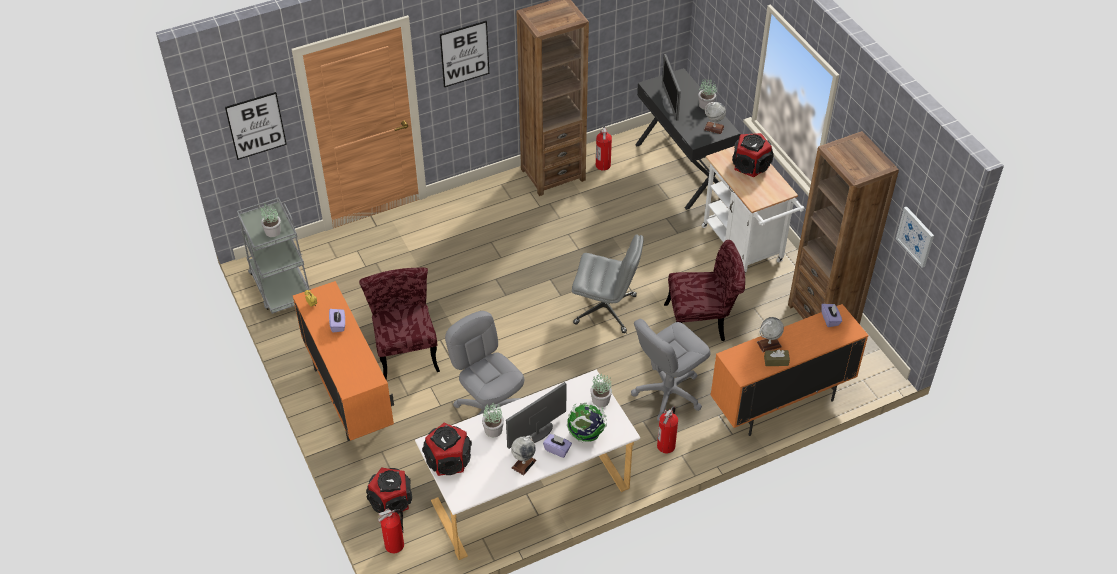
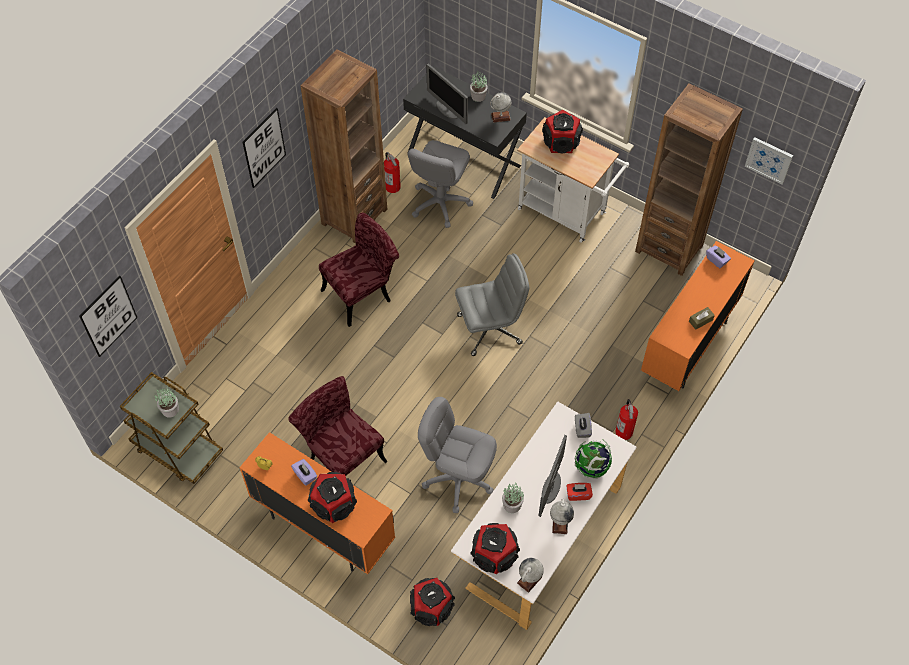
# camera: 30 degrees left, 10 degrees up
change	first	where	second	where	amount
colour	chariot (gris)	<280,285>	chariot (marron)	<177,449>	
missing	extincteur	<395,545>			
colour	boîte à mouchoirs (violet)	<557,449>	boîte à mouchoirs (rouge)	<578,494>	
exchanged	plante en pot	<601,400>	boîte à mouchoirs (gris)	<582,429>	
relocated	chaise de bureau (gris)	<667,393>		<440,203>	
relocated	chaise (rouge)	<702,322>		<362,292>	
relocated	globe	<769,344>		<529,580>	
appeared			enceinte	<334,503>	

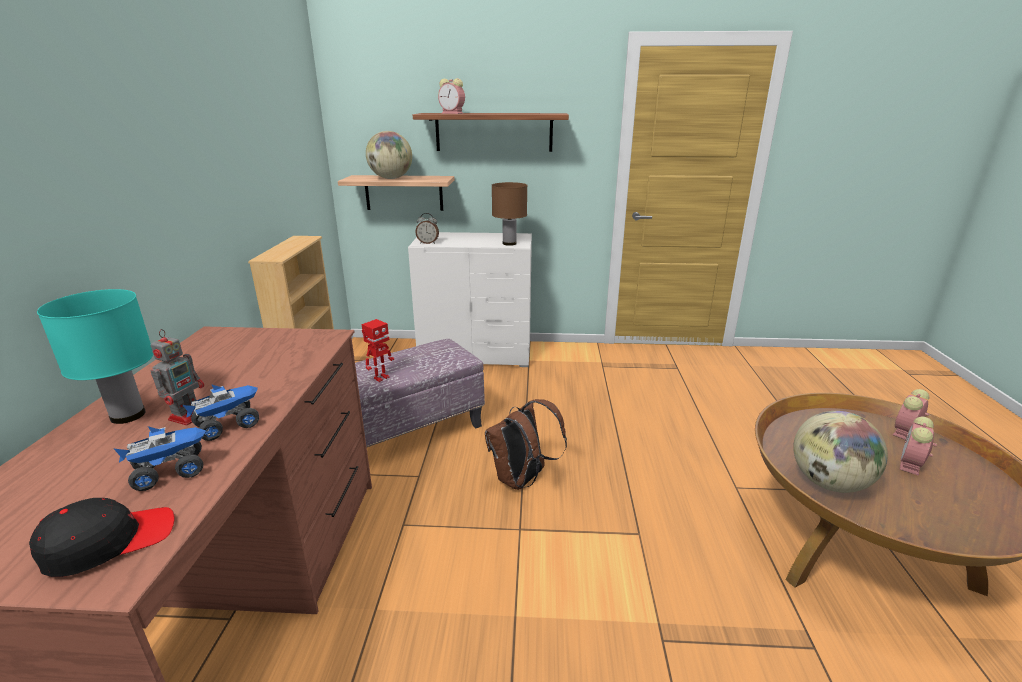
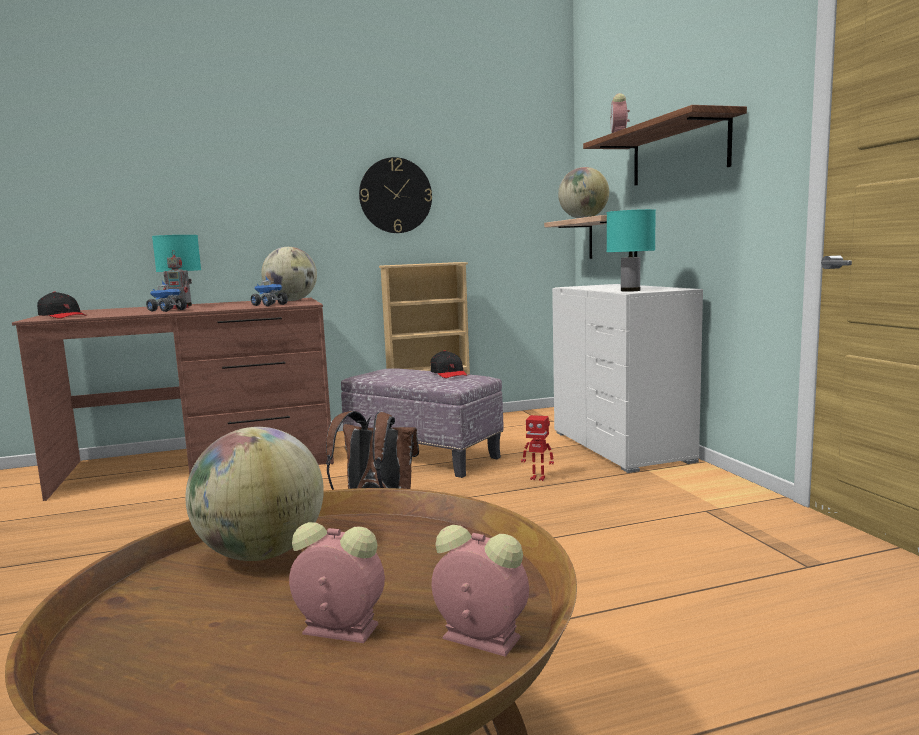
# camera: 70 degrees right, 15 degrees down
change	first	where	second	where	amount
relocated	camion jouet	<171,471>		<270,305>	
relocated	robot jouet	<381,378>		<538,478>	
missing	réveil	<428,243>			
colour	lampe de table (marron)	<509,243>	lampe de table (turquoise)	<629,290>	
appeared			globe	<291,300>	
appeared			horloge murale	<395,195>	
appeared			casquette (noir)	<449,373>	

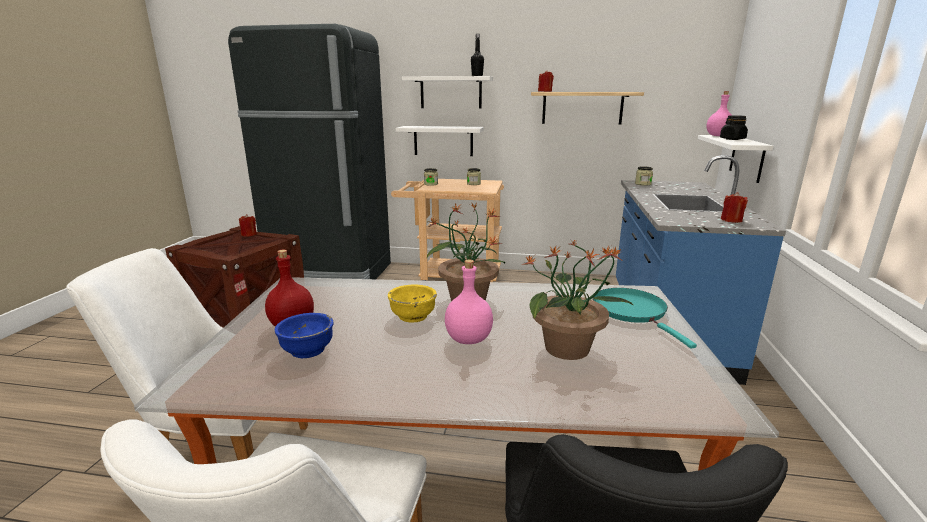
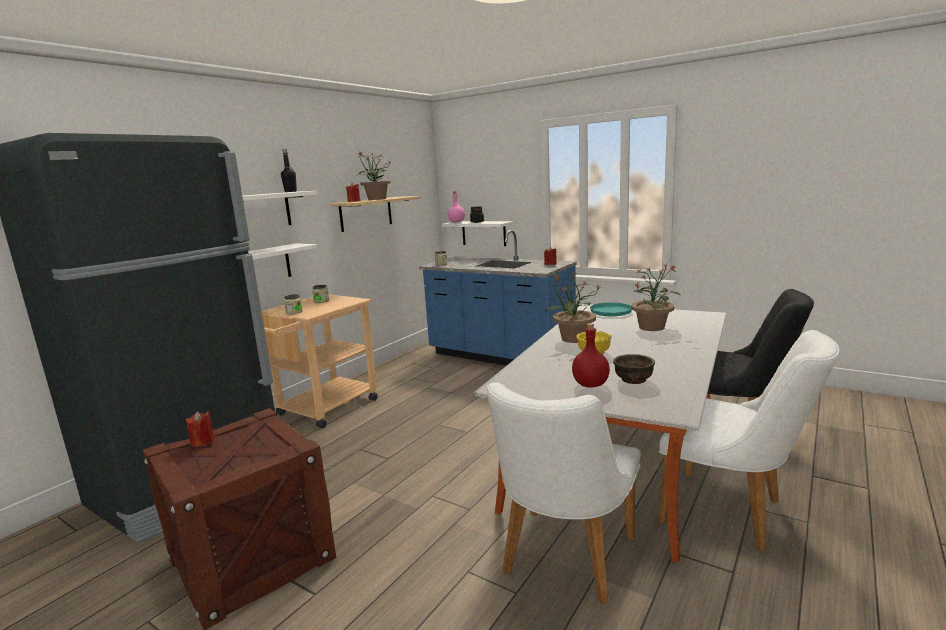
# camera: 65 degrees left, 5 degrees down
change	first	where	second	where	amount
colour	bol (bleu)	<307,350>	bol (marron)	<634,380>	
missing	bouteille (rose)	<468,339>			
appeared			plante en pot	<376,199>	

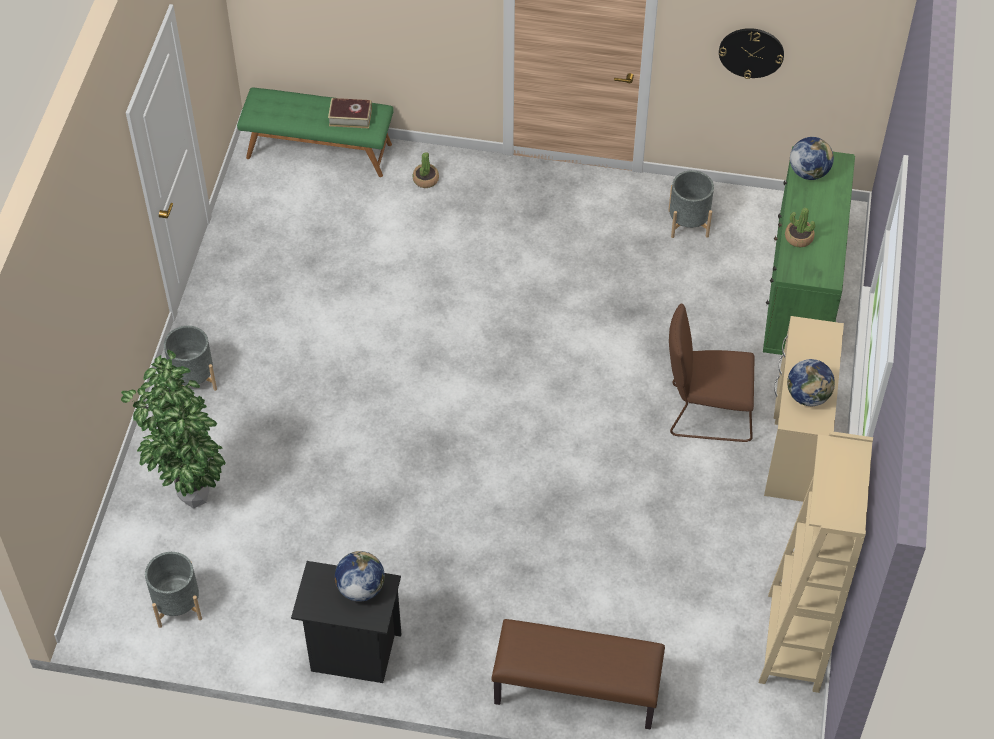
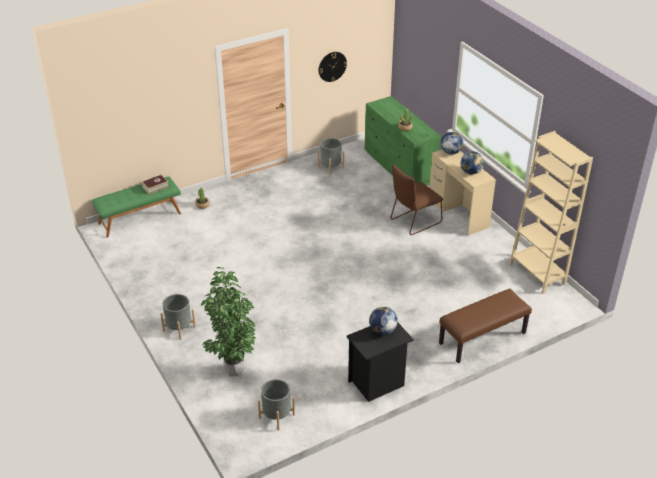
# camera: 40 degrees left, 15 degrees down
change	first	where	second	where	amount
relocated	globe	<808,172>		<450,152>	

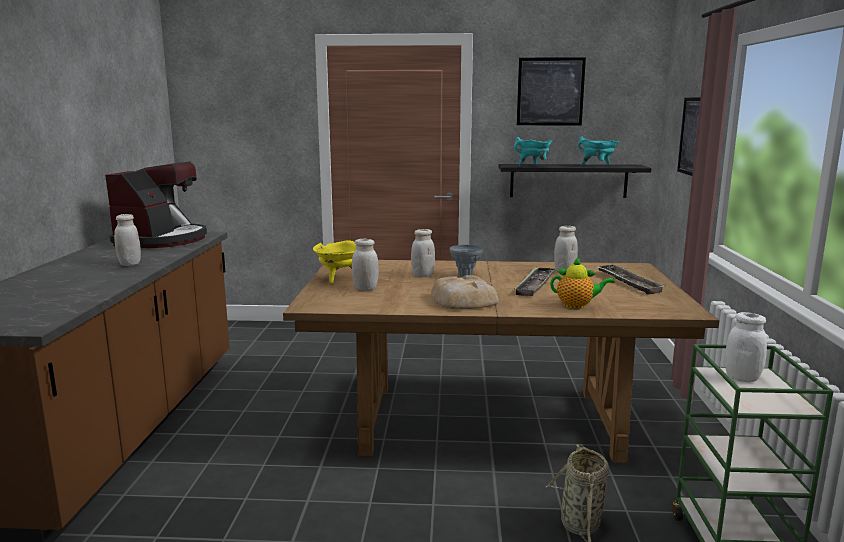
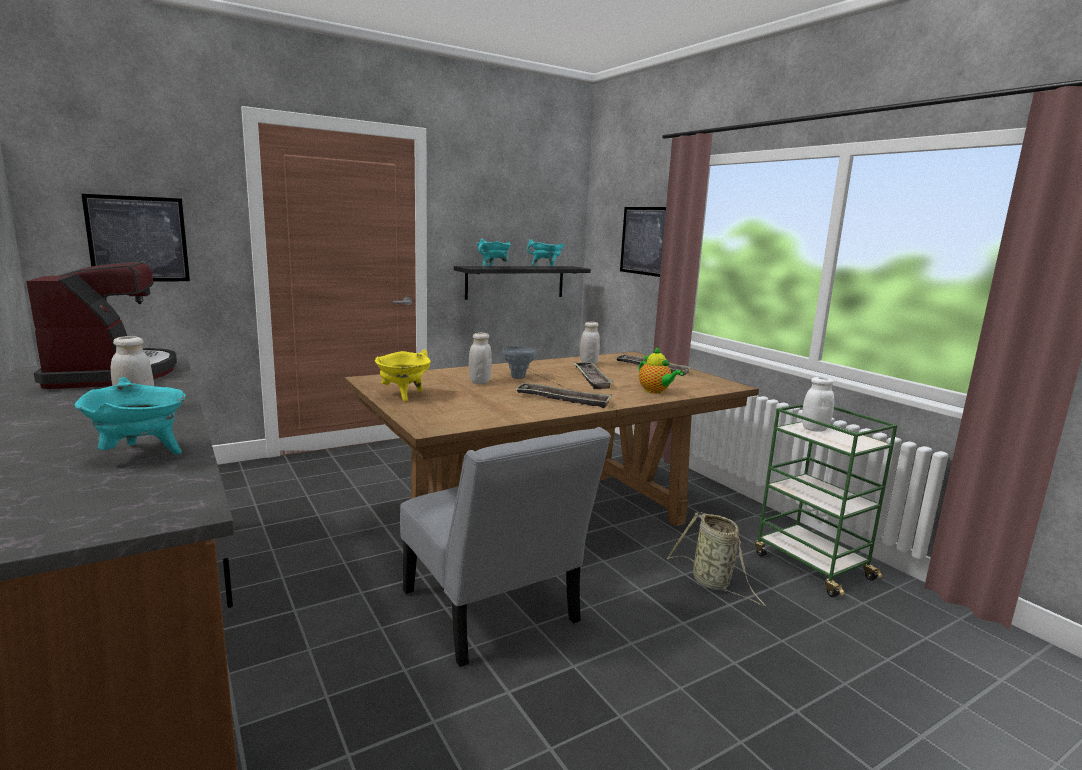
# camera: 35 degrees left, 0 degrees up
change	first	where	second	where	amount
missing	bocal (blanc)	<365,288>			
exchanged	pain	<463,300>	plateau	<563,400>	
relocated	tableau	<550,91>		<138,239>	
spun	théière	<577,306>		<655,391>	75 degrees clockwise
appeared			marmite (turquoise)	<141,455>	
appeared			chaise (gris)	<493,612>	

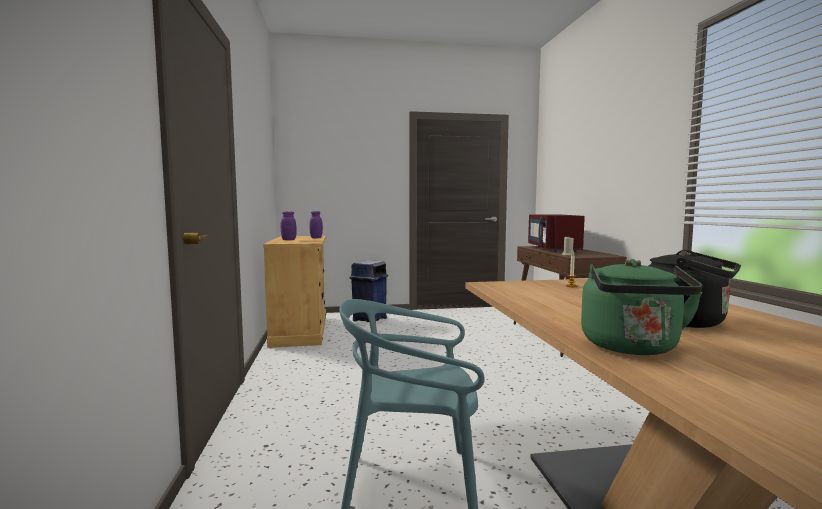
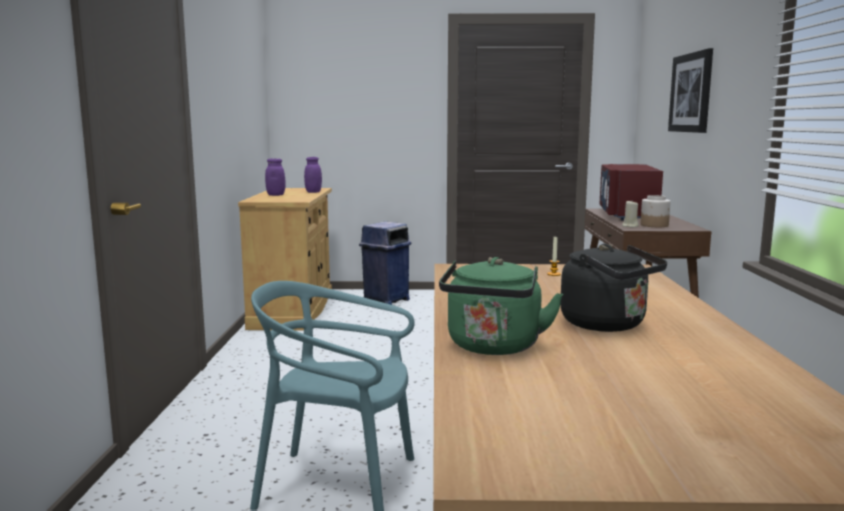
# camera: 10 degrees right, 5 degrees up
change	first	where	second	where	amount
appeared			bocal	<654,225>	
appeared			tableau	<691,93>	

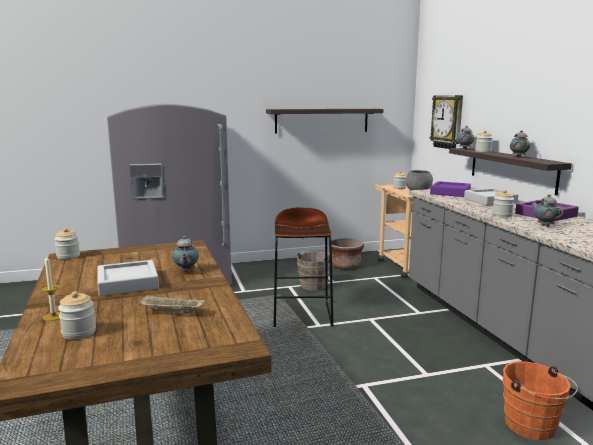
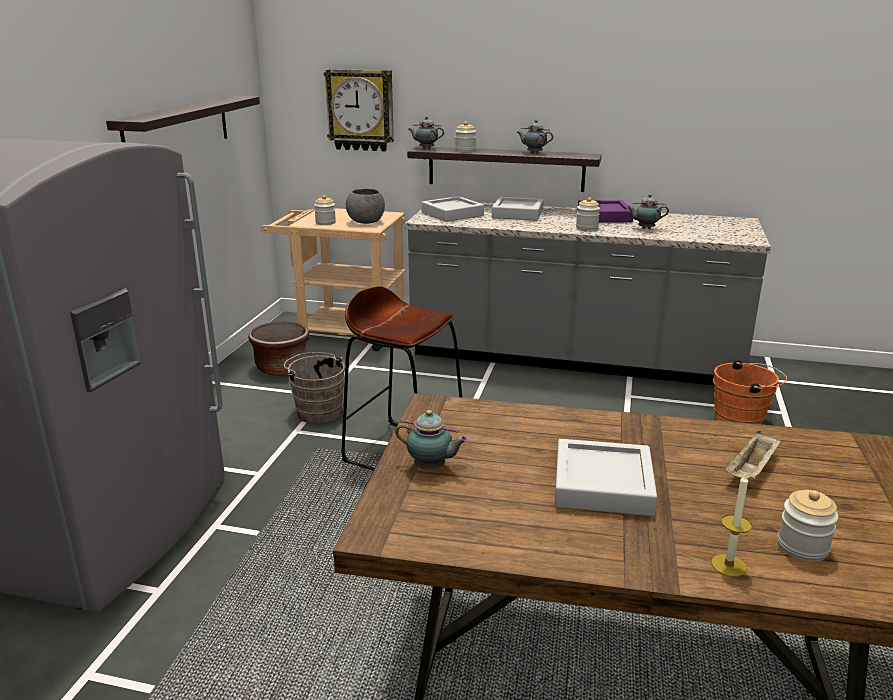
# camera: 60 degrees left, 10 degrees up
change	first	where	second	where	amount
missing	bocal	<68,256>			
relocated	théière	<186,271>		<431,468>	
colour	plateau (violet)	<450,193>	plateau (gris)	<452,214>	

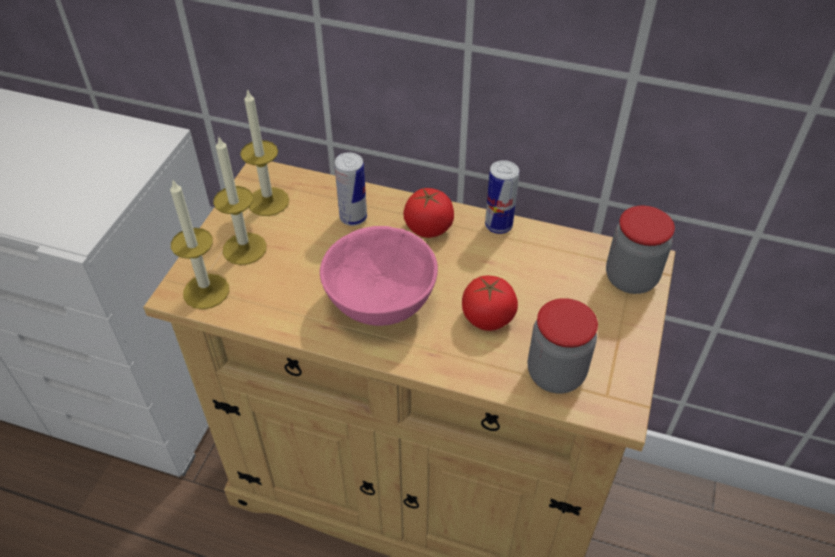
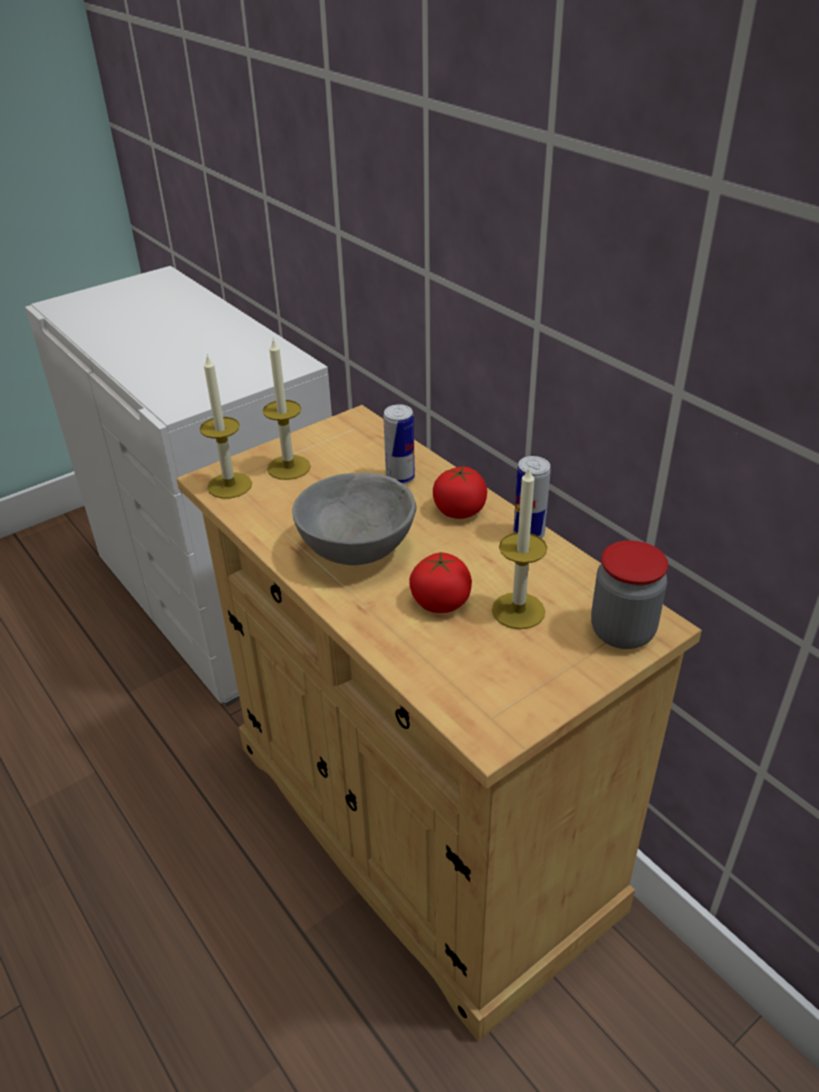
# camera: 35 degrees right, 10 degrees down
change	first	where	second	where	amount
relocated	bougie	<268,201>		<518,610>	
colour	bol (rose)	<379,302>	bol (gris)	<355,549>	
missing	bocal	<555,374>			

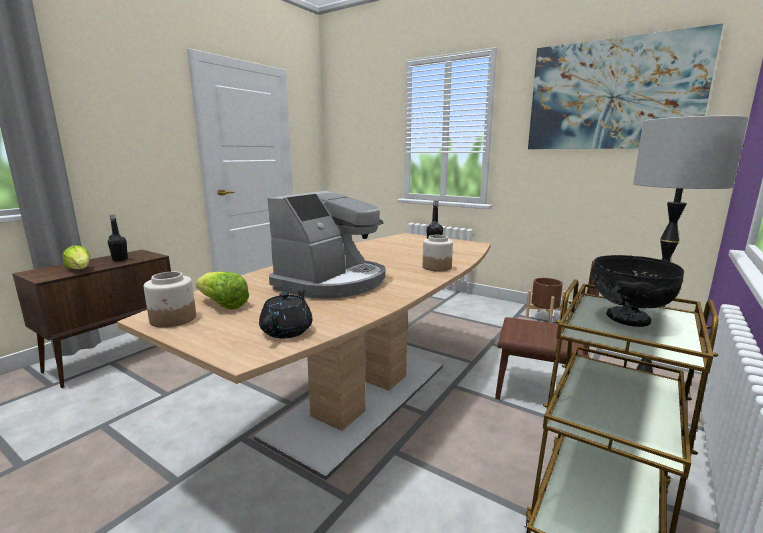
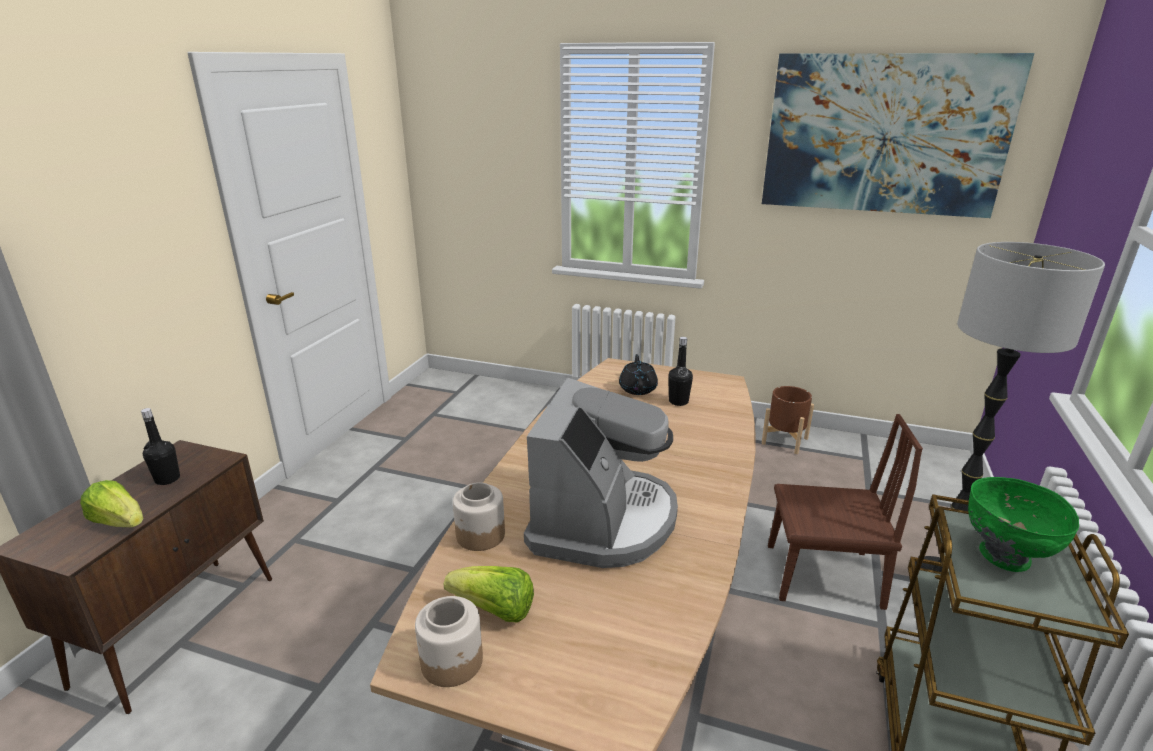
# camera: 15 degrees left, 10 degrees up
change	first	where	second	where	amount
relocated	théière (noir)	<287,330>		<638,388>	
relocated	bocal	<436,267>		<480,535>	
colour	bol (noir)	<627,319>	bol (vert)	<1004,557>	

